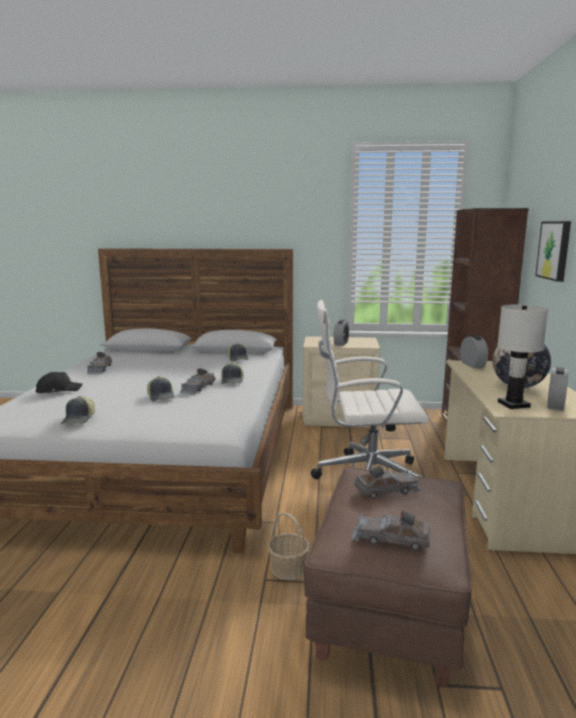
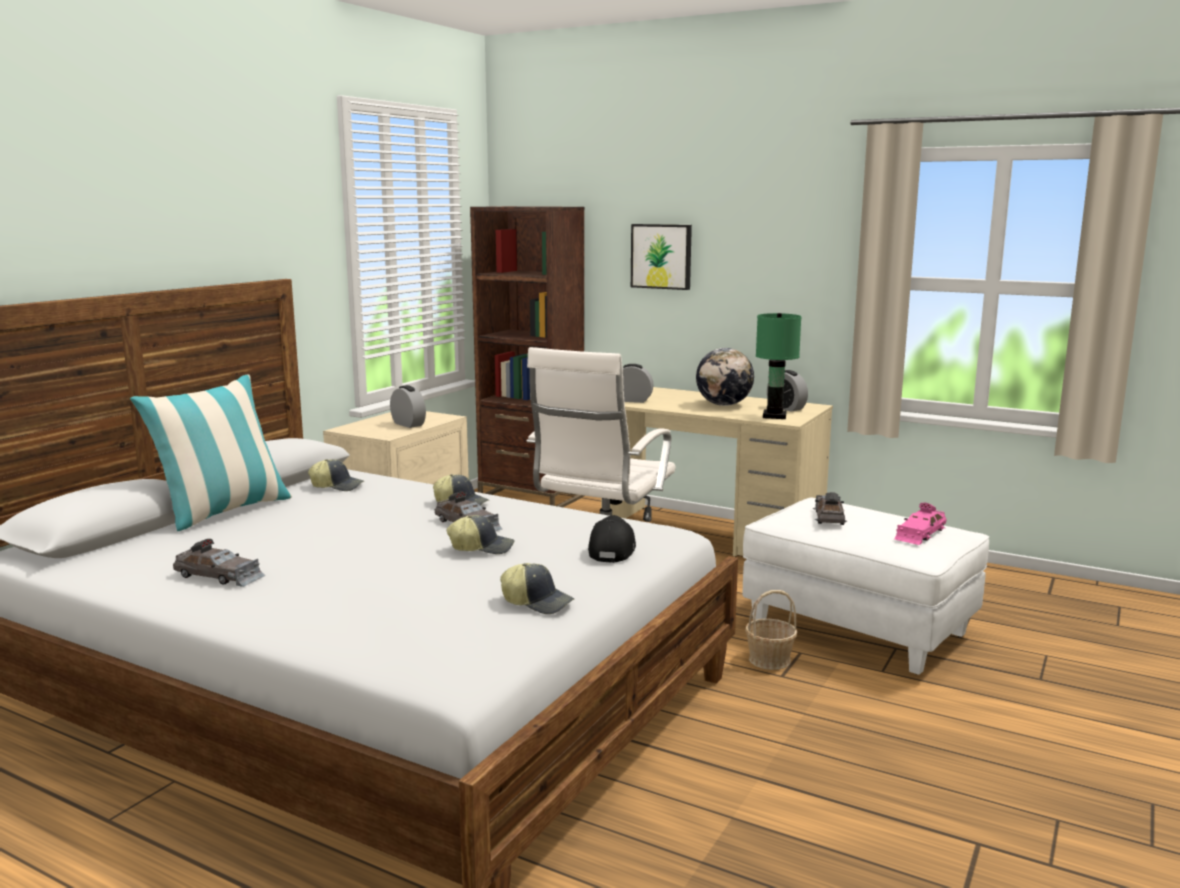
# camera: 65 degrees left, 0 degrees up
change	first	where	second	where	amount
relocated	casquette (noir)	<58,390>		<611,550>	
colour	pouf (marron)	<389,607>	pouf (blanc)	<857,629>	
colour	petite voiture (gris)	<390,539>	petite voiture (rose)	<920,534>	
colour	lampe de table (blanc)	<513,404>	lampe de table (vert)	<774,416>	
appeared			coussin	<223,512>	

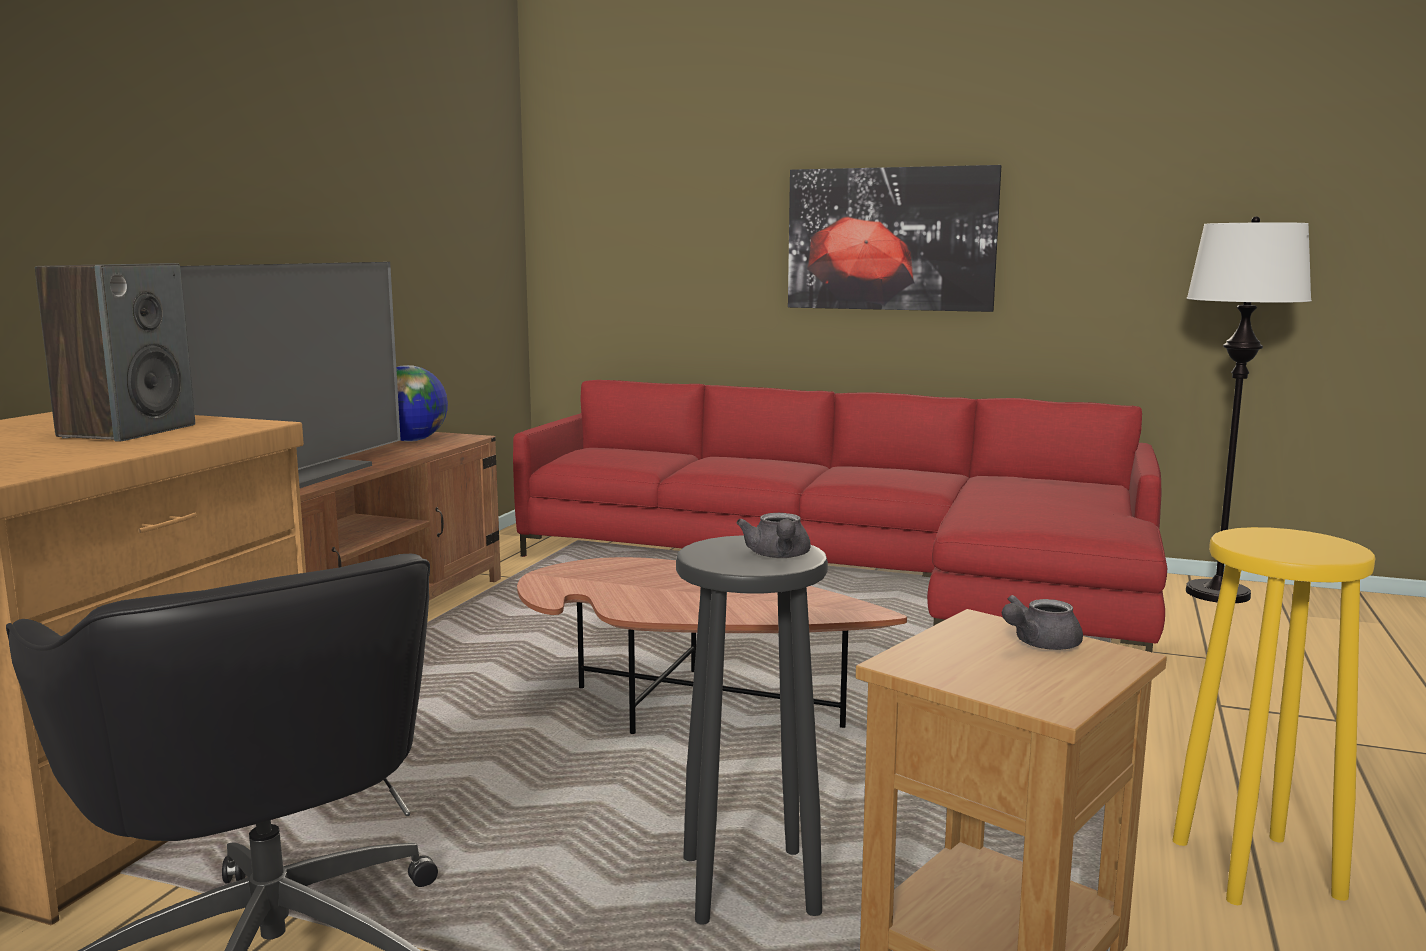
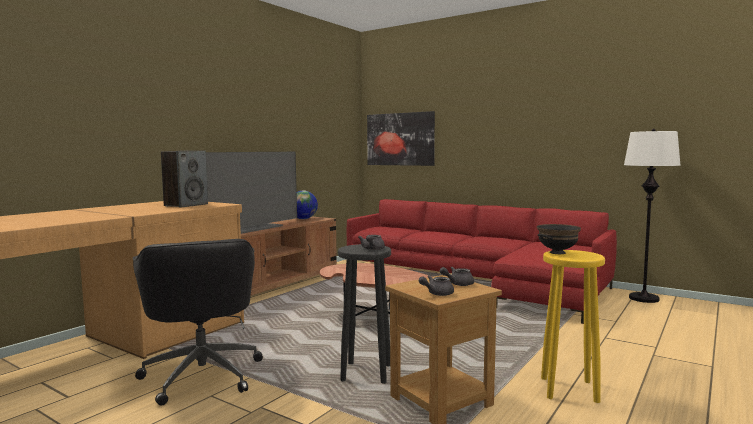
# camera: 15 degrees right, 5 degrees down
change	first	where	second	where	amount
relocated	tableau	<890,239>		<400,139>	
appeared			théière (gris)	<437,294>	
appeared			bol (noir)	<557,253>	

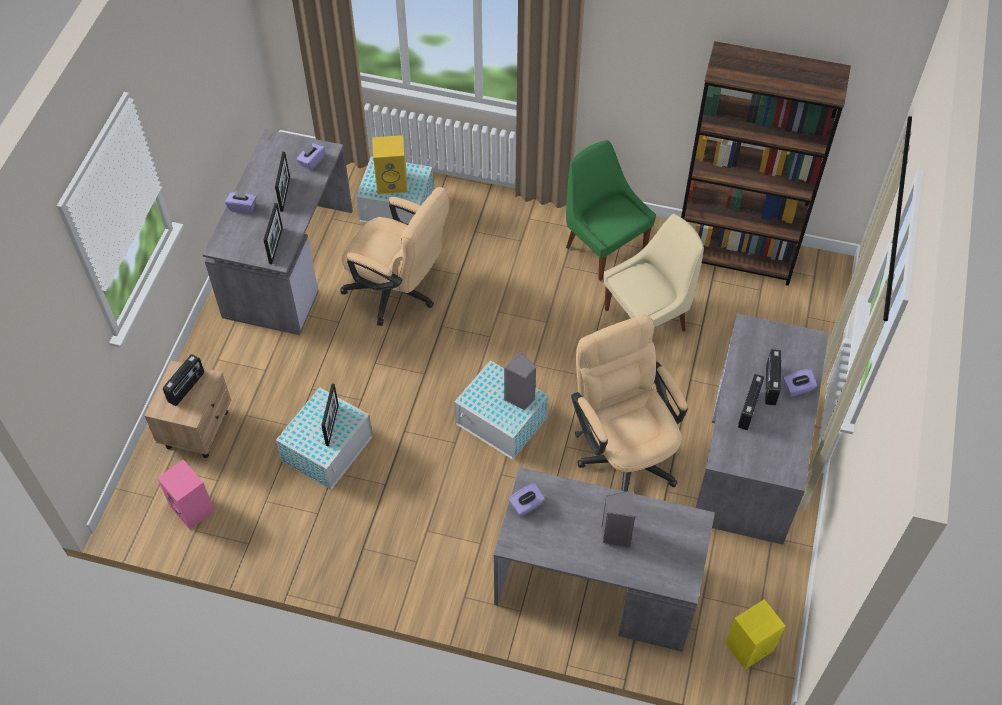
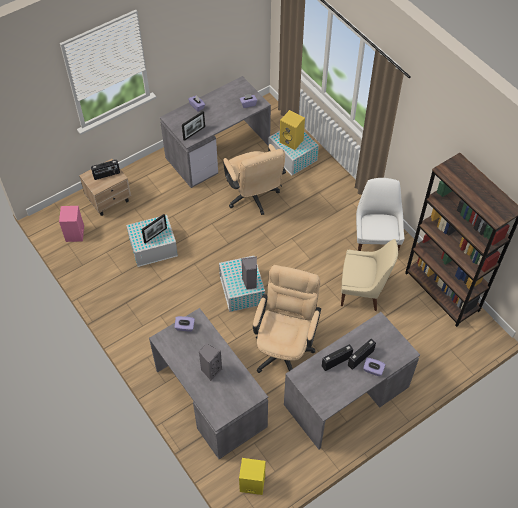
# camera: 40 degrees right, 0 degrees up
change	first	where	second	where	amount
missing	cadre photo	<285,194>			
colour	chaise (vert)	<603,247>	chaise (blanc)	<376,241>	

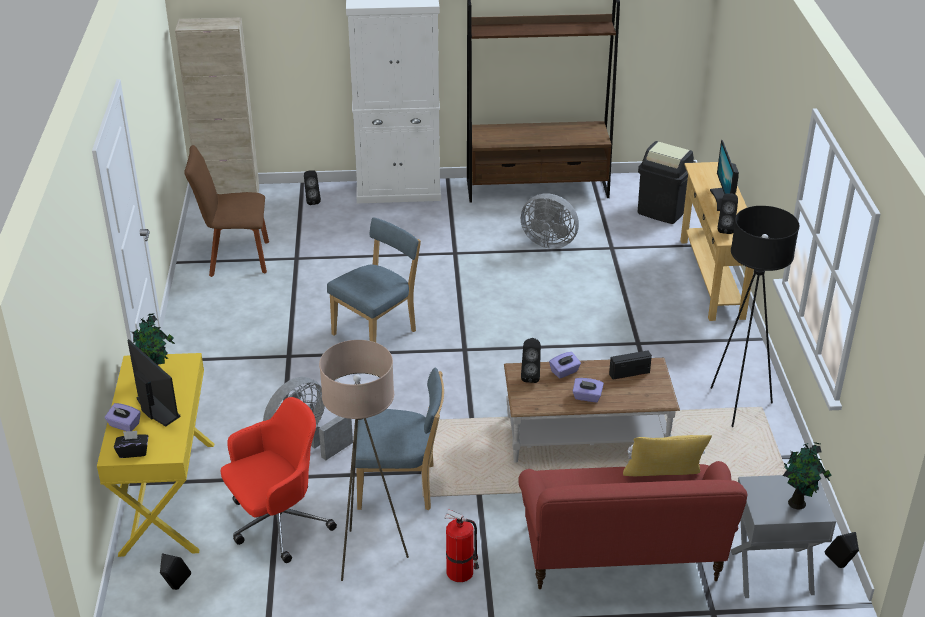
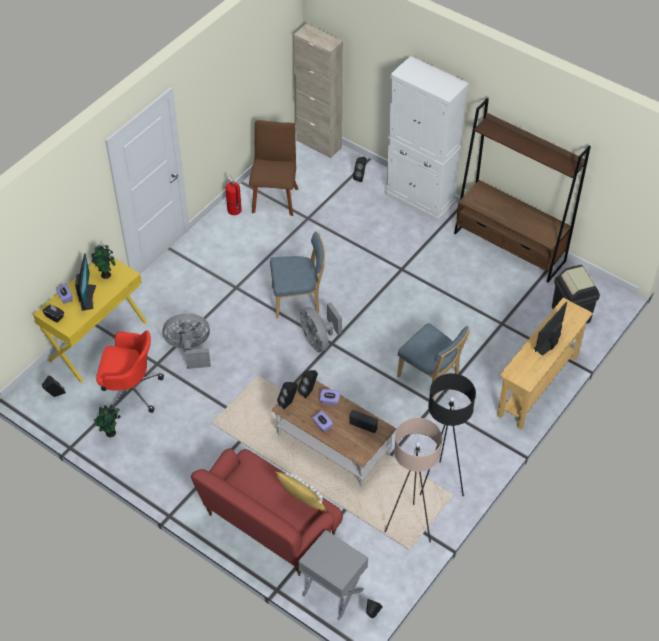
# camera: 40 degrees right, 15 degrees up
change	first	where	second	where	amount
spun	chaise (marron)	<235,258>		<275,198>	60 degrees clockwise
relocated	lampadaire (beige)	<367,556>		<409,526>	
relocated	chaise (bleu)	<401,487>		<430,377>	
relocated	extincteur	<461,572>		<235,210>	
relocated	ventilateur (gris)	<548,241>		<318,340>	
relocated	enceinte (noir)	<726,229>		<288,403>	
relocated	plante en pot	<798,504>		<111,434>	

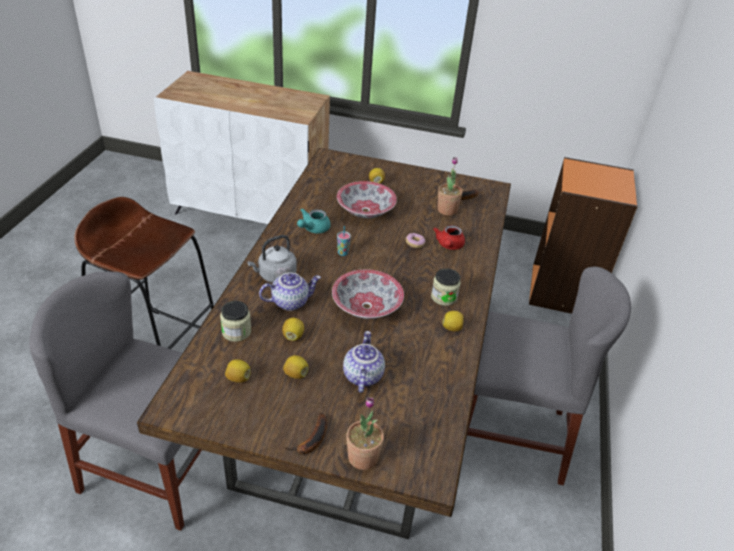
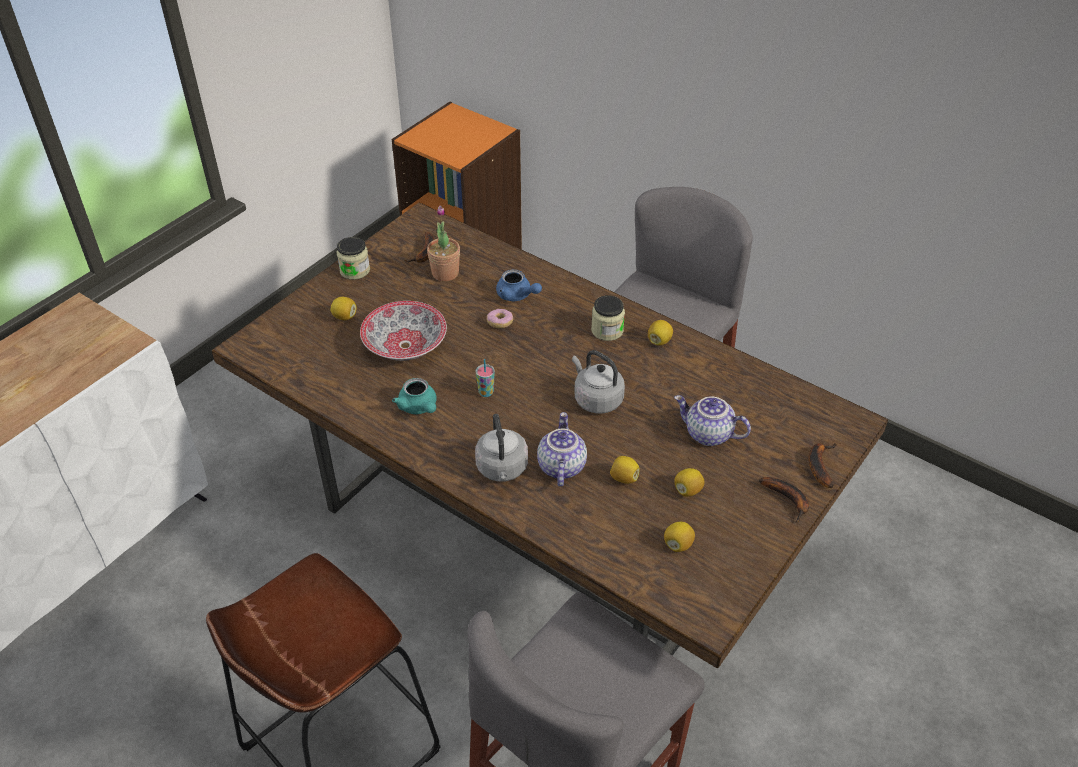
# camera: 65 degrees left, 5 degrees up
change	first	where	second	where	amount
relocated	bocal	<236,331>		<355,270>	
exchanged	bol	<366,306>	bouilloire (gris)	<596,399>	
exchanged	plante en pot	<363,457>	banane	<819,465>	
colour	théière (rouge)	<448,245>	théière (bleu)	<517,296>	

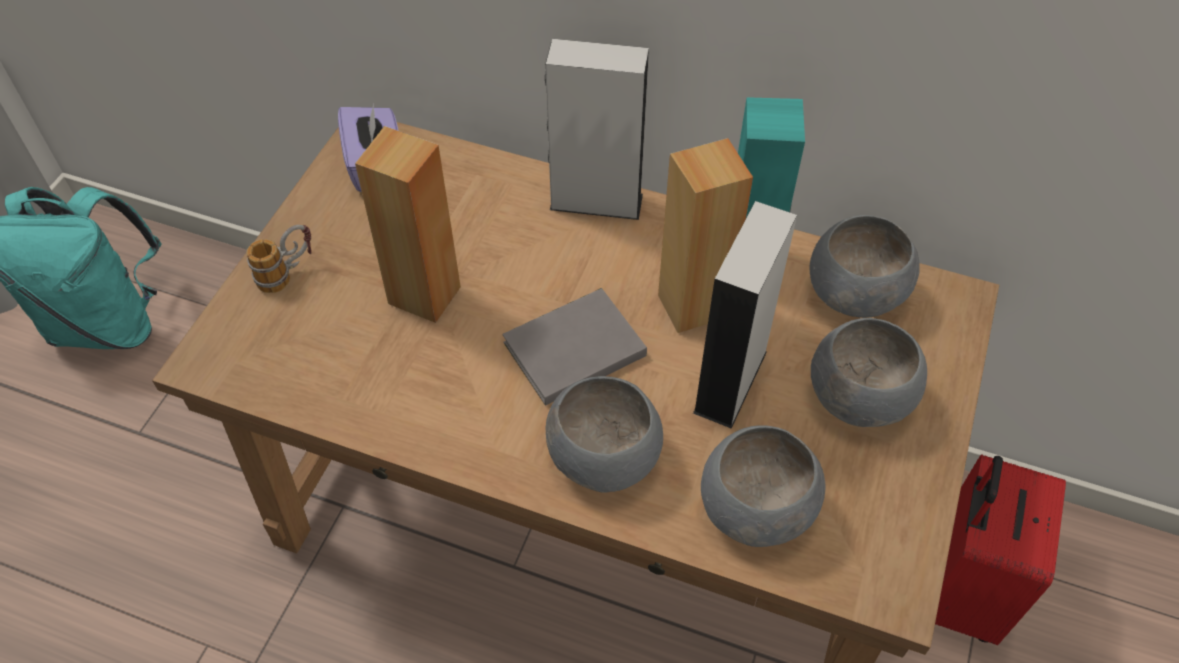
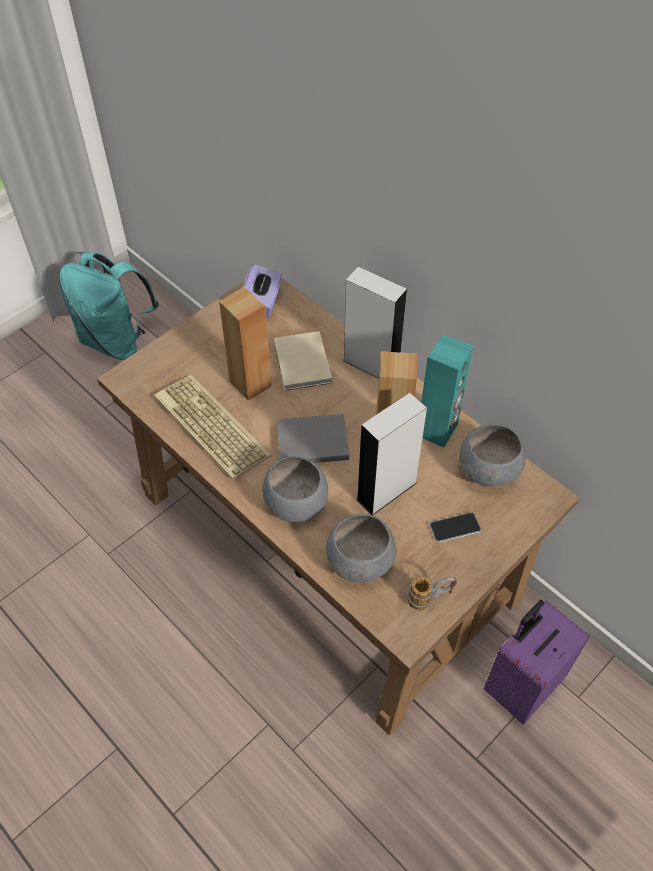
# camera: 25 degrees right, 0 degrees up
change	first	where	second	where	amount
relocated	mug	<288,273>		<430,598>	
exchanged	bol (gris)	<861,397>	téléphone	<455,528>	
colour	valise (rouge)	<956,590>	valise (violet)	<521,685>	
appeared			clavier	<209,427>	
appeared			livre (beige)	<301,364>	

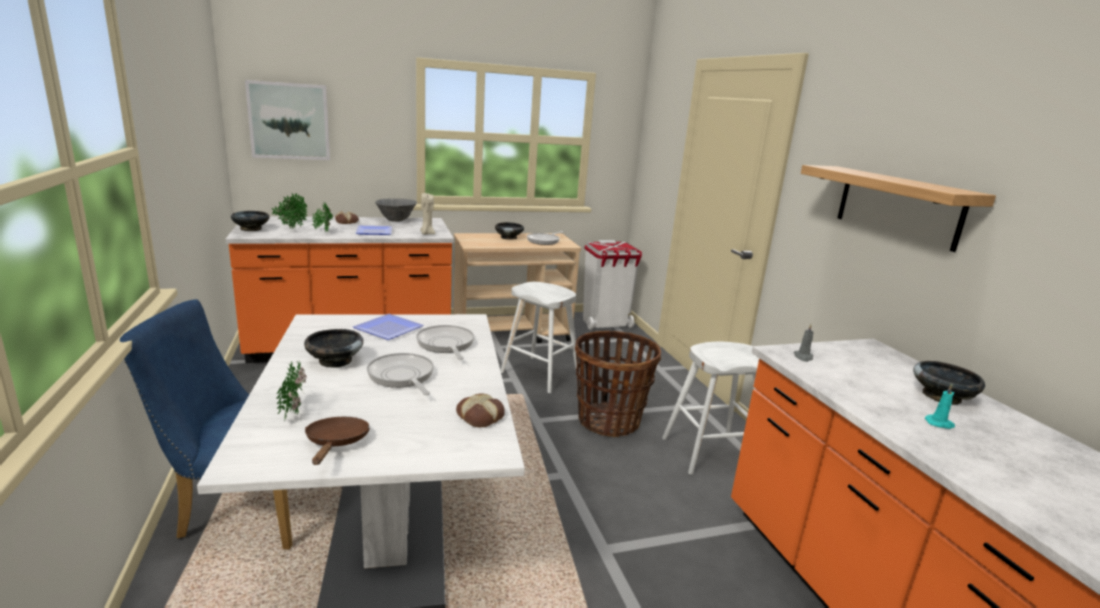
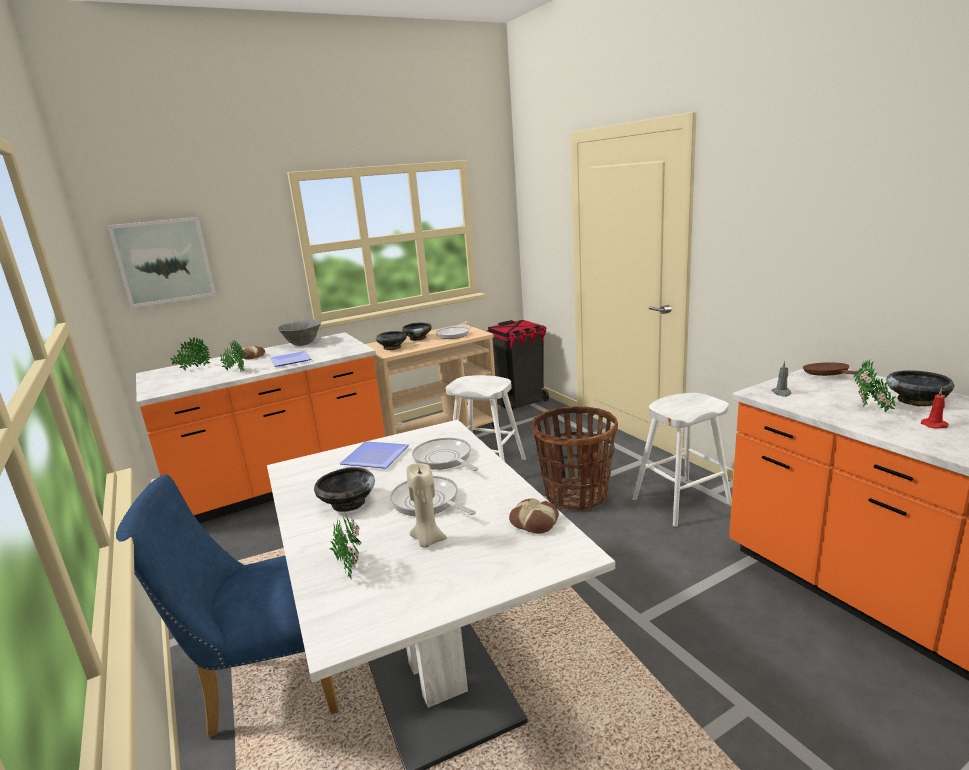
# camera: 10 degrees left, 0 degrees up
change	first	where	second	where	amount
relocated	bol (noir)	<251,229>		<392,348>	
relocated	plante en pot	<292,230>		<870,409>	
relocated	poêle (marron)	<336,443>		<829,376>	
relocated	bougie (beige)	<427,234>		<427,540>	
colour	poubelle (blanc)	<605,324>	poubelle (noir)	<520,403>	
missing	étagère	<897,206>			
colour	bougie (turquoise)	<939,424>	bougie (rouge)	<935,425>	

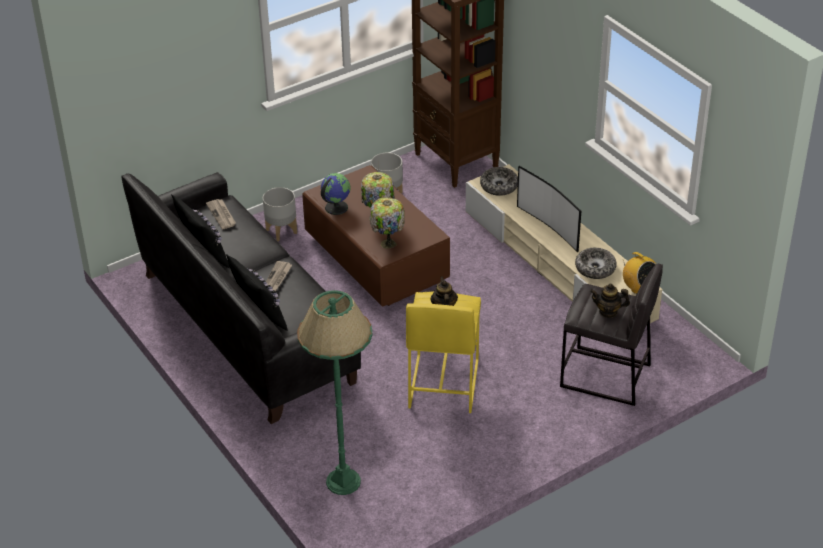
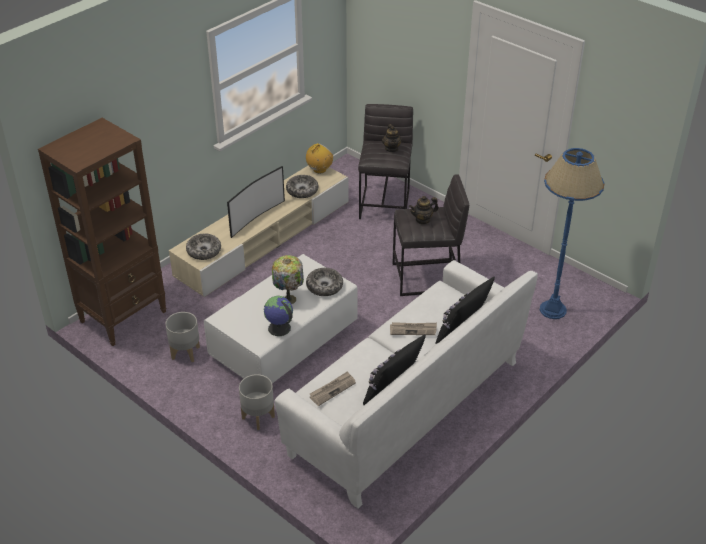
# camera: 105 degrees left, 0 degrees up
change	first	where	second	where	amount
colour	canapé (noir)	<247,327>	canapé (blanc)	<407,407>	
colour	lampadaire (vert)	<343,481>	lampadaire (bleu)	<552,310>	
colour	table basse (marron)	<376,259>	table basse (blanc)	<284,342>	
exchanged	lampe de table	<387,244>	bol	<324,286>	
colour	tabouret (jaune)	<442,384>	tabouret (gris)	<427,278>	

